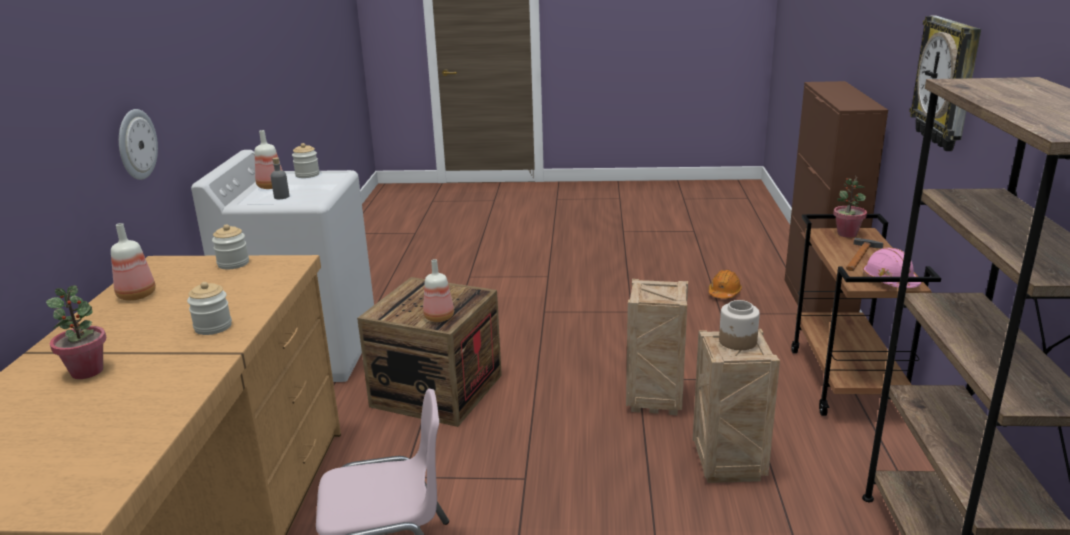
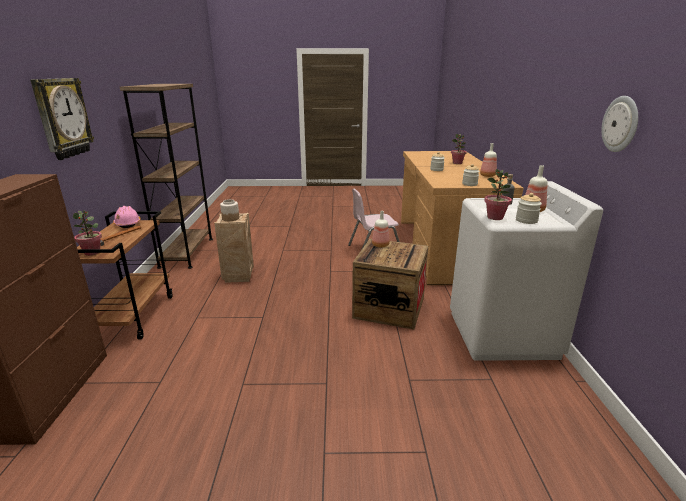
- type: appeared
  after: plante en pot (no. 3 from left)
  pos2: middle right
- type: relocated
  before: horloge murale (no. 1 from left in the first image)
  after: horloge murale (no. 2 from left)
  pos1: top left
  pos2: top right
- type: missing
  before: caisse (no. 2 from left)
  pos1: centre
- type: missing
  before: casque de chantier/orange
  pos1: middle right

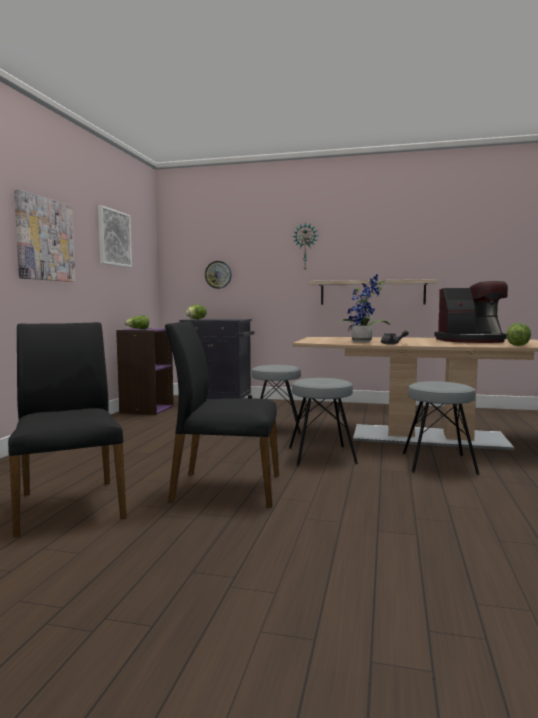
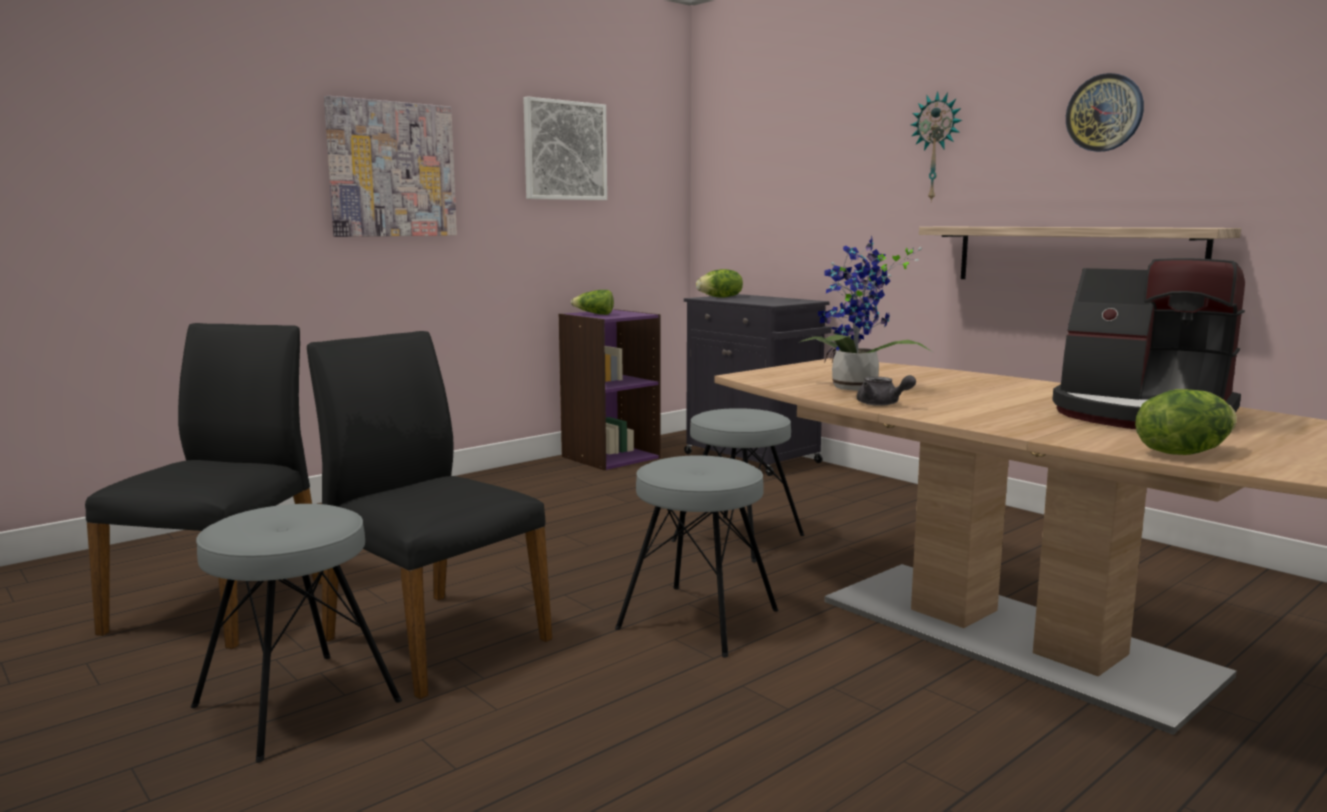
- type: relocated
  before: tabouret/gris (no. 3 from left in the first image)
  after: tabouret/gris (no. 1 from left)
  pos1: middle right
  pos2: bottom left
- type: relocated
  before: horloge murale (no. 1 from left in the first image)
  after: horloge murale (no. 2 from left)
  pos1: centre
  pos2: top right

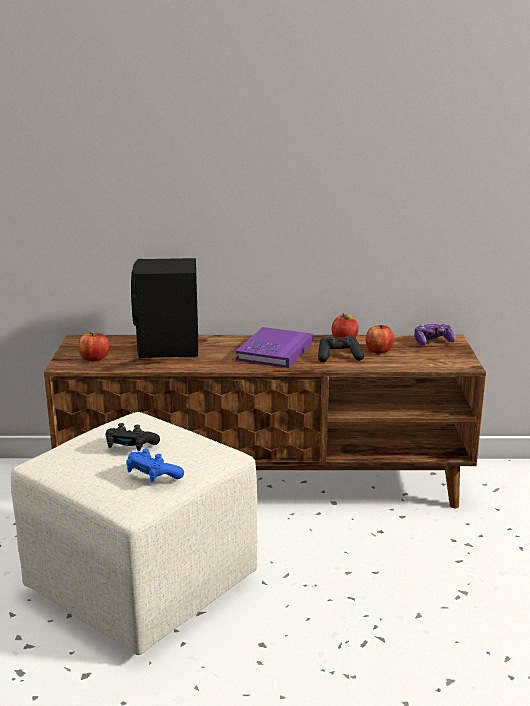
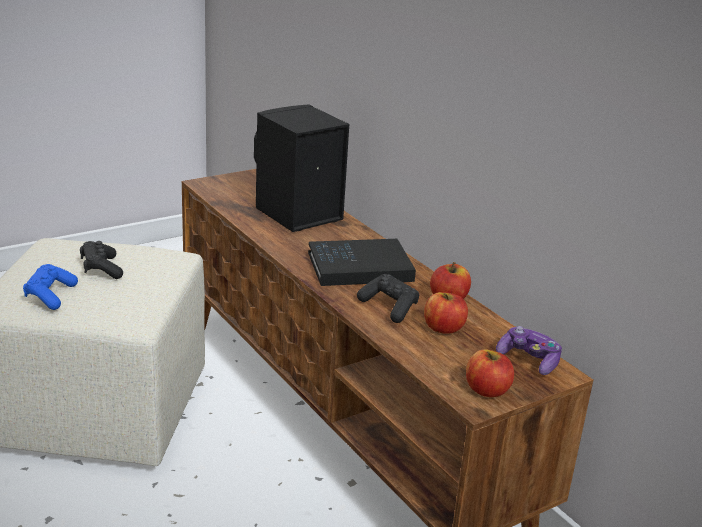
- type: colour
  before: livre/violet
  after: livre/noir
  pos1: centre
  pos2: centre
- type: relocated
  before: pomme (no. 1 from left in the first image)
  after: pomme (no. 3 from left)
  pos1: middle left
  pos2: bottom right

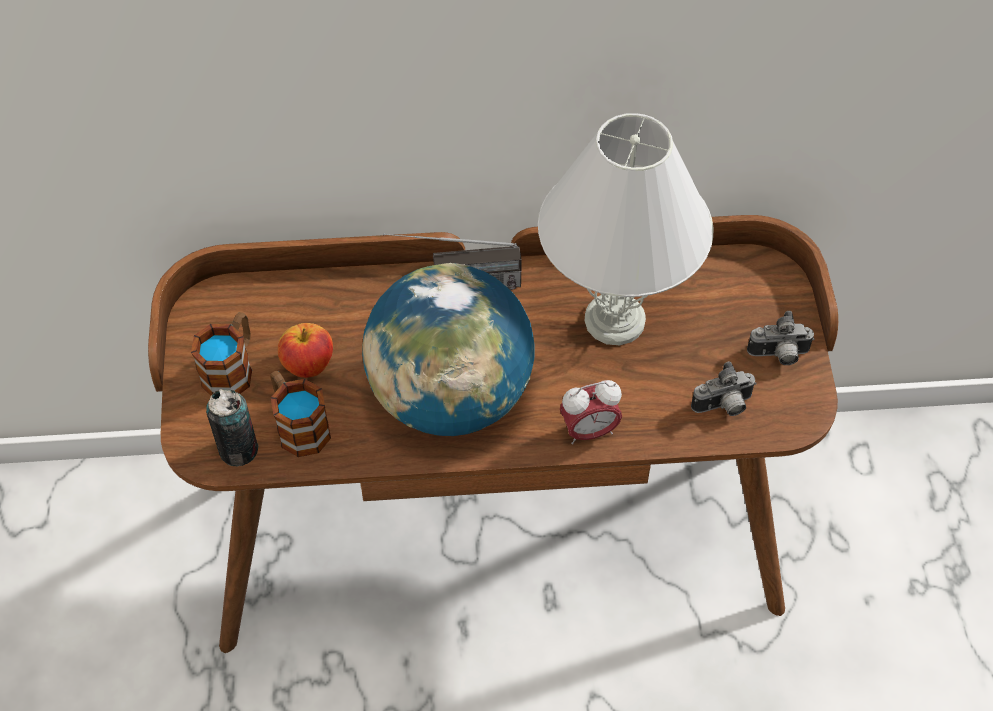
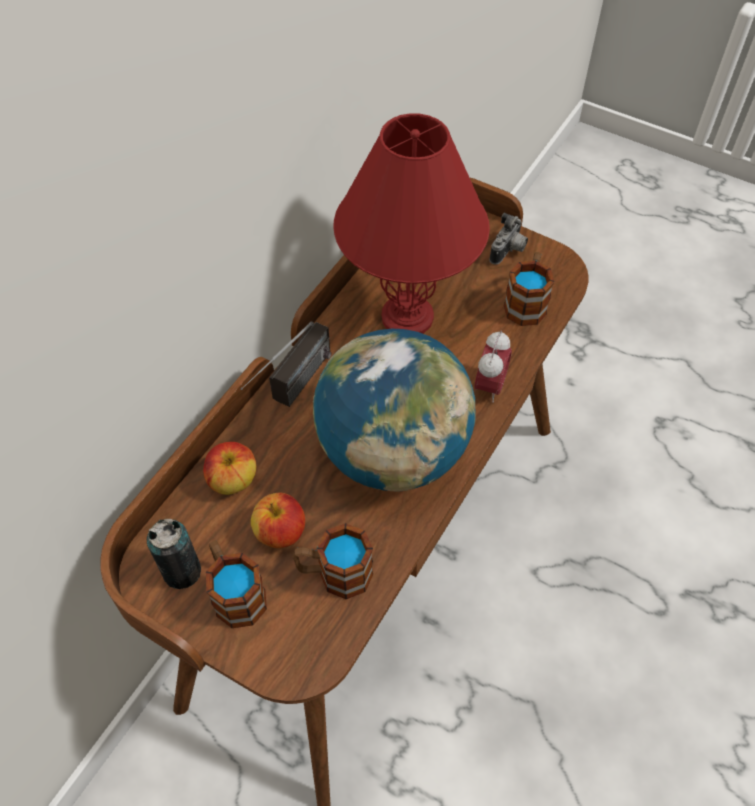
- type: relocated
  before: boîte métallique
  pos1: middle left
  pos2: bottom left
- type: appeared
  after: pomme (no. 1 from left)
  pos2: middle left
- type: colour
  before: lampe de table/blanc
  after: lampe de table/rouge
  pos1: top centre
  pos2: top centre
- type: exchanged
  before: appareil photo (no. 1 from left)
  after: mug (no. 3 from left)
  pos1: middle right
  pos2: middle right

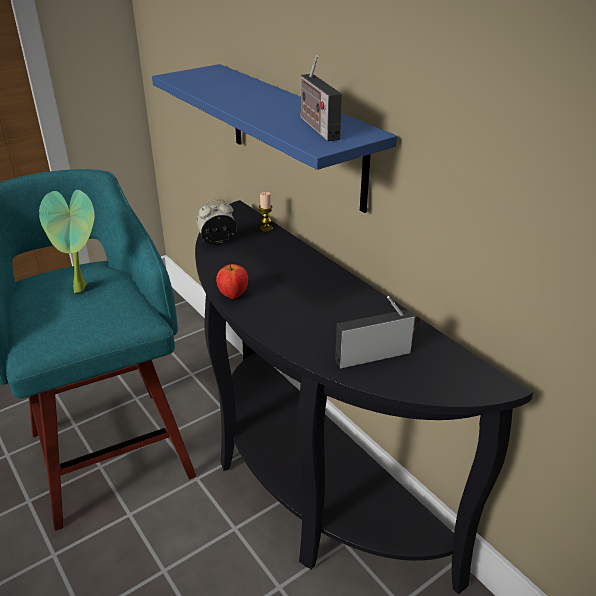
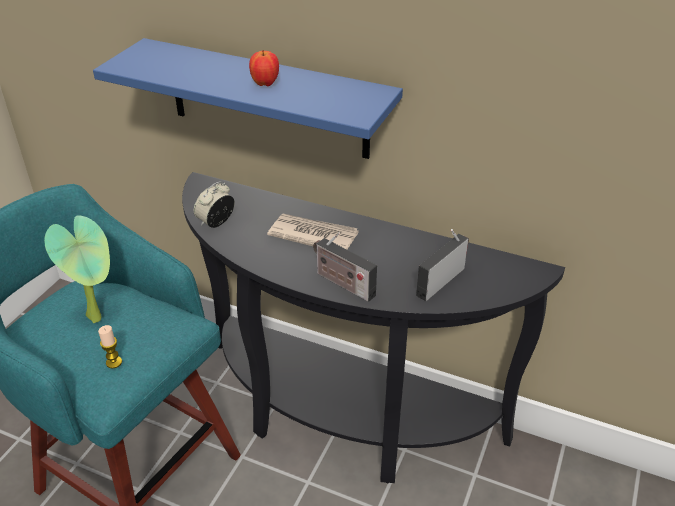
- type: relocated
  before: bougie
  pos1: centre
  pos2: bottom left
- type: relocated
  before: pomme
  pos1: centre
  pos2: top centre
- type: appeared
  after: journal
  pos2: centre
- type: relocated
  before: radio (no. 1 from left)
  pos1: top centre
  pos2: centre

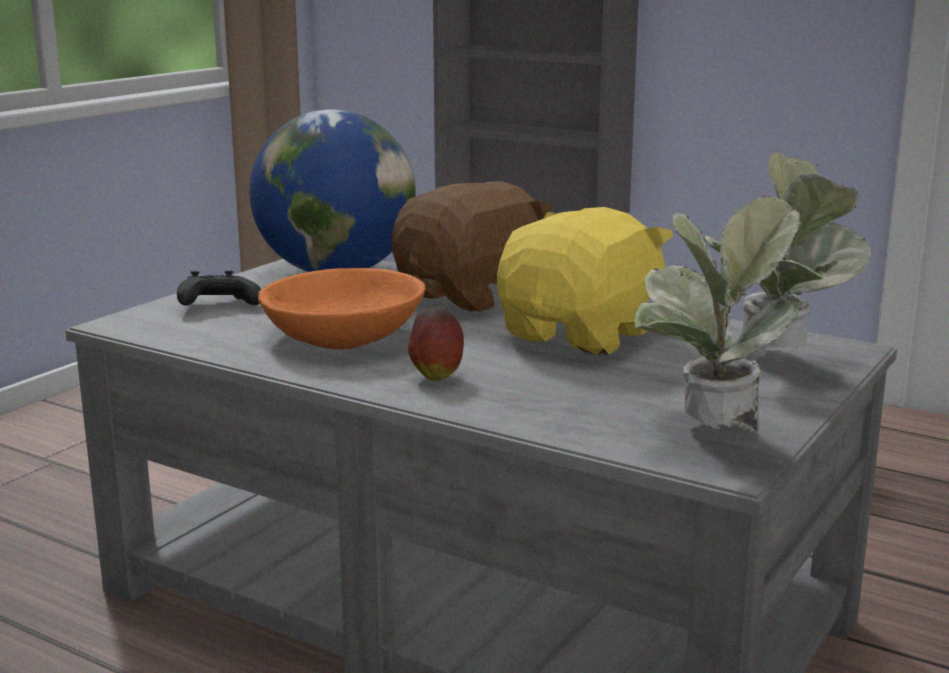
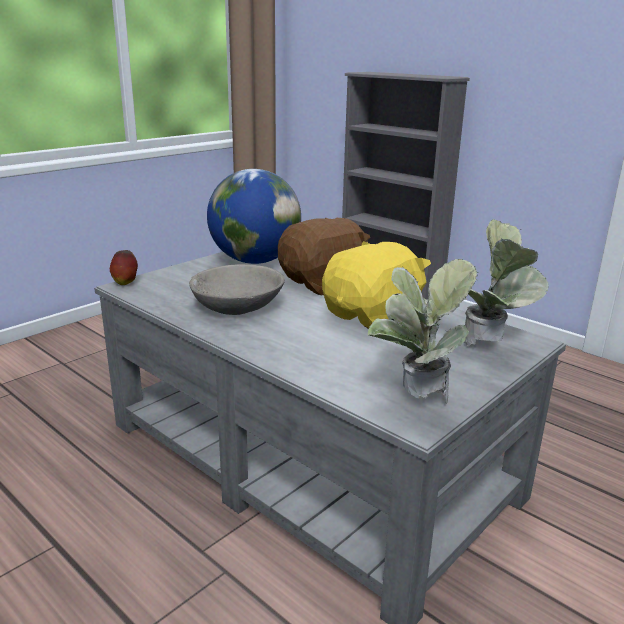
- type: relocated
  before: pomme
  pos1: centre
  pos2: middle left
- type: colour
  before: bol/orange
  after: bol/gris
  pos1: centre
  pos2: centre
- type: missing
  before: manette/noir
  pos1: middle left

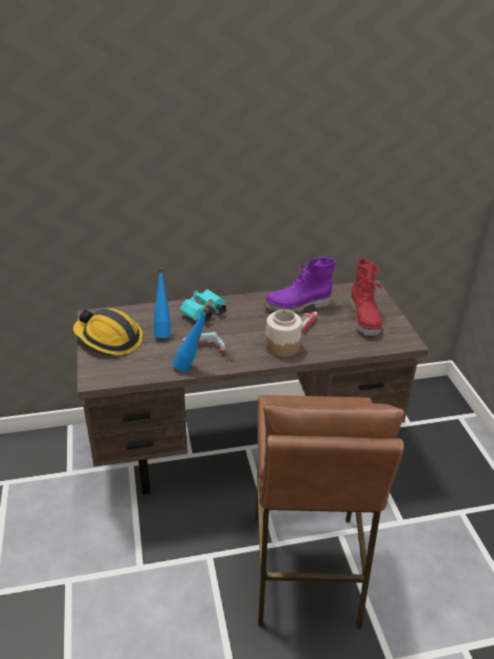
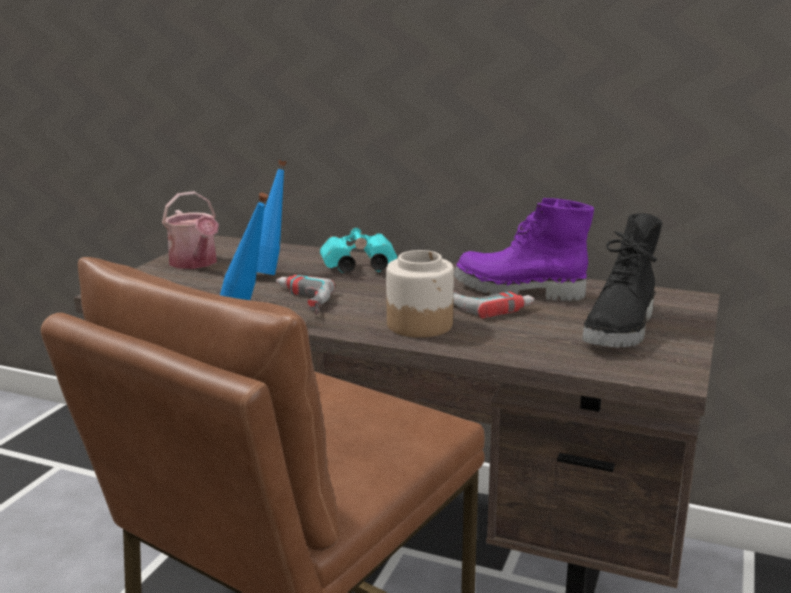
- type: exchanged
  before: casque de chantier
  after: arrosoir
  pos1: middle left
  pos2: middle left
- type: colour
  before: botte/rouge
  after: botte/noir
  pos1: middle right
  pos2: middle right

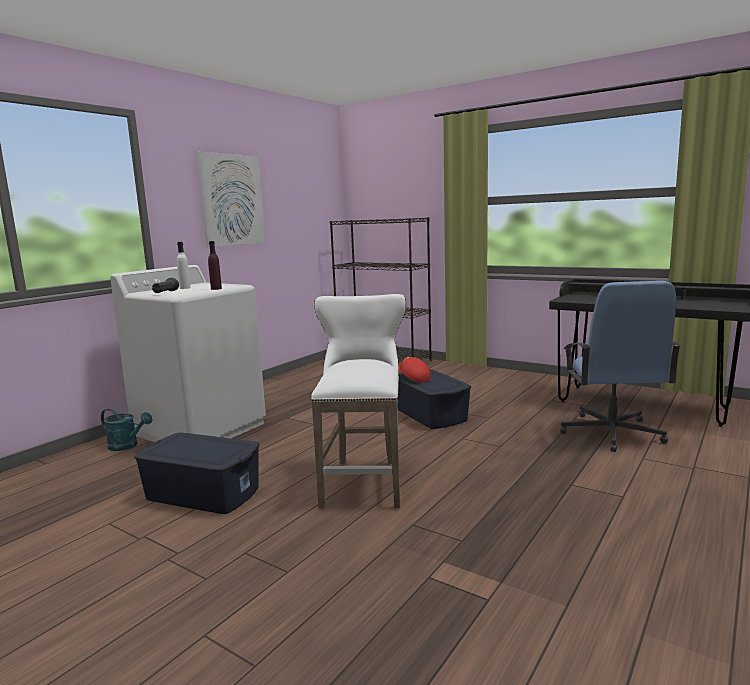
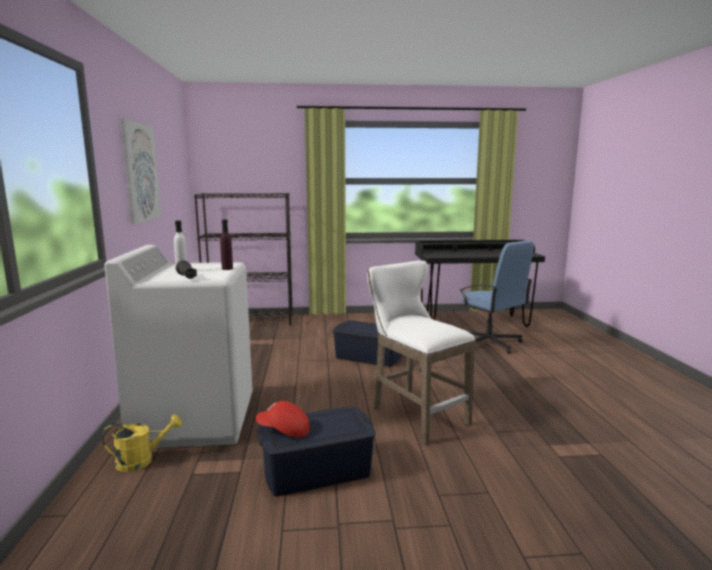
- type: colour
  before: arrosoir/turquoise
  after: arrosoir/jaune
  pos1: middle left
  pos2: bottom left
- type: relocated
  before: casquette/rouge
  pos1: centre
  pos2: bottom centre

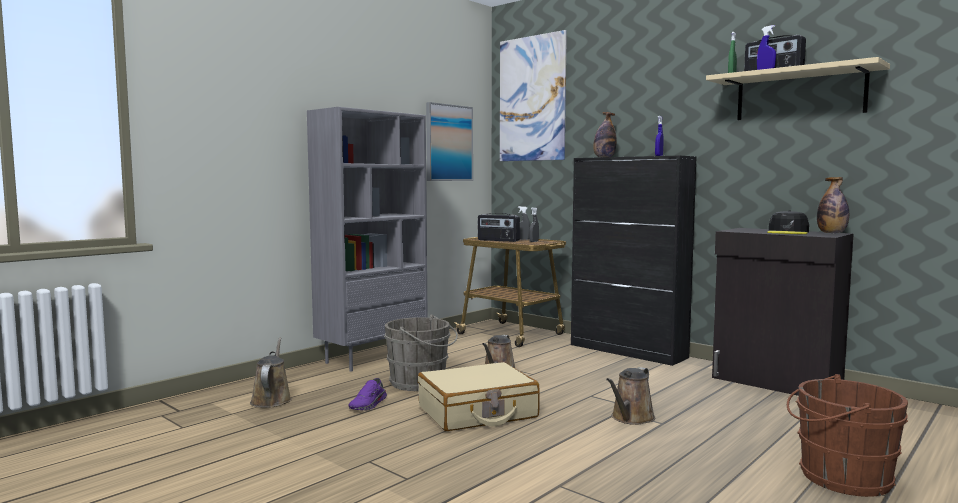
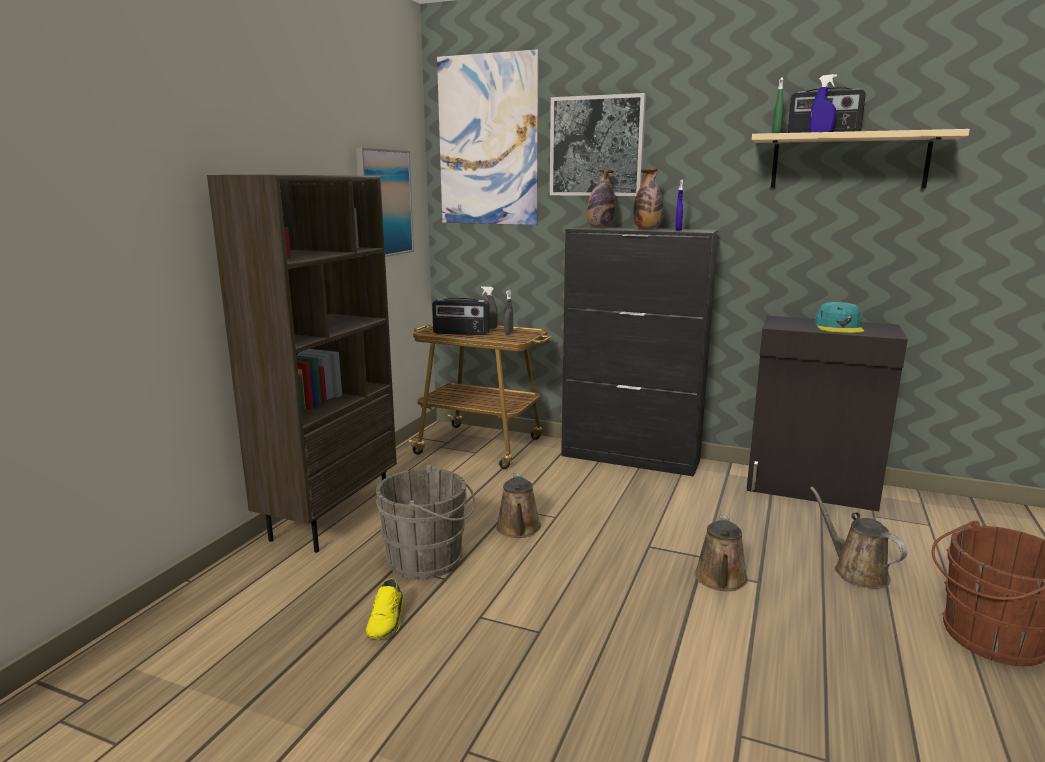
- type: colour
  before: bibliothèque/gris
  after: bibliothèque/marron
  pos1: centre
  pos2: middle left
- type: colour
  before: chaussure/violet
  after: chaussure/jaune
  pos1: bottom centre
  pos2: bottom centre
- type: appeared
  after: tableau (no. 3 from left)
  pos2: top centre
- type: relocated
  before: bouteille (no. 2 from left)
  pos1: middle right
  pos2: top centre
- type: relocated
  before: arrosoir/marron (no. 1 from left in the first image)
  after: arrosoir/marron (no. 3 from left)
  pos1: bottom left
  pos2: bottom right
- type: colour
  before: casquette/noir
  after: casquette/turquoise
  pos1: middle right
  pos2: middle right
- type: missing
  before: valise/beige
  pos1: bottom centre

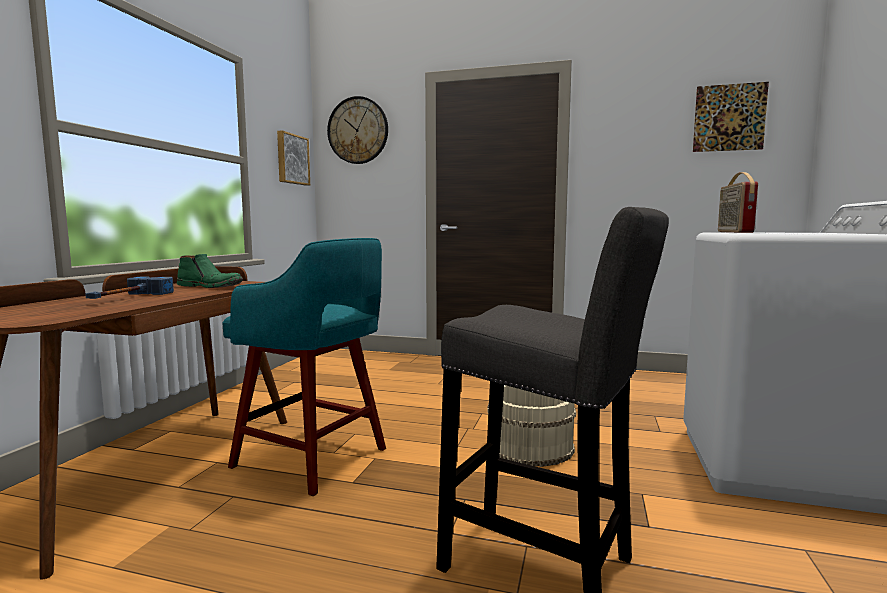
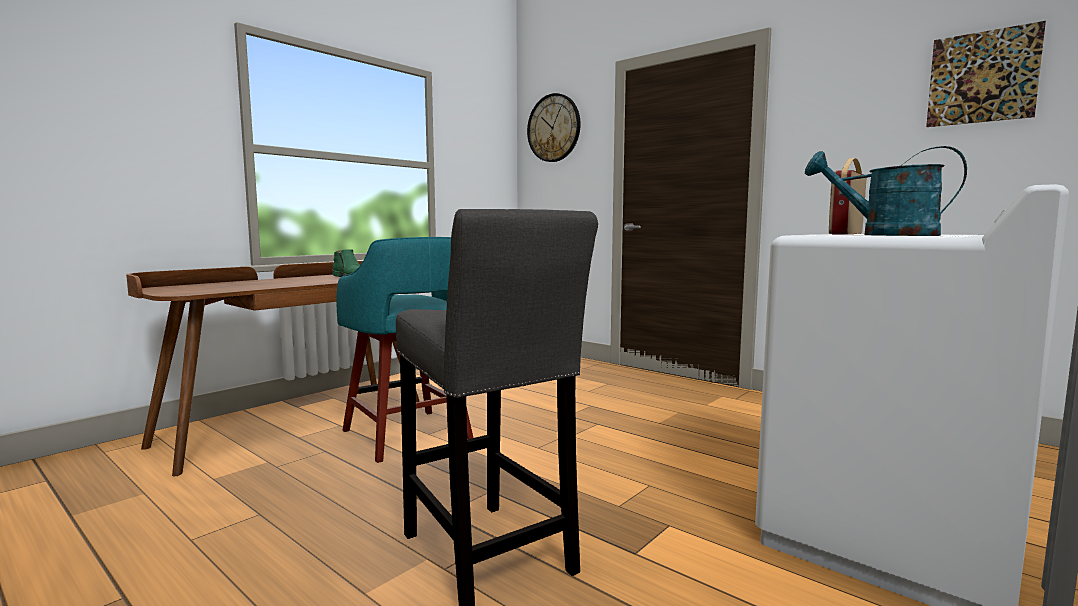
- type: appeared
  after: arrosoir/turquoise
  pos2: top right
- type: missing
  before: marteau
  pos1: middle left
- type: missing
  before: tableau (no. 1 from left)
  pos1: top left
- type: missing
  before: seau/beige
  pos1: bottom centre

